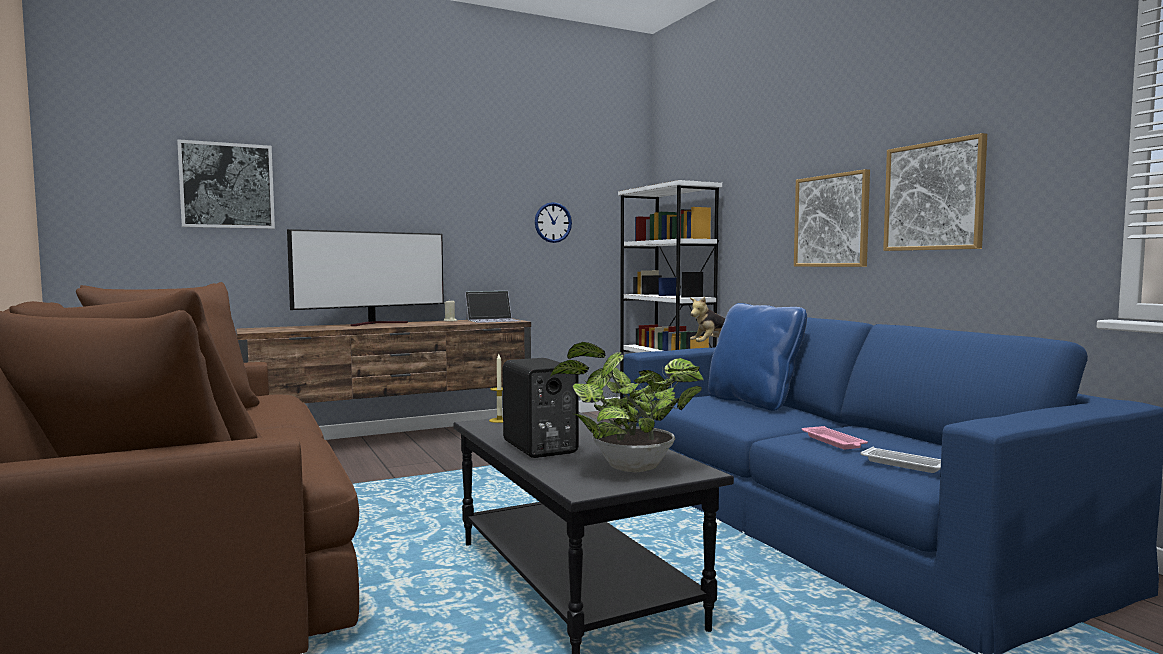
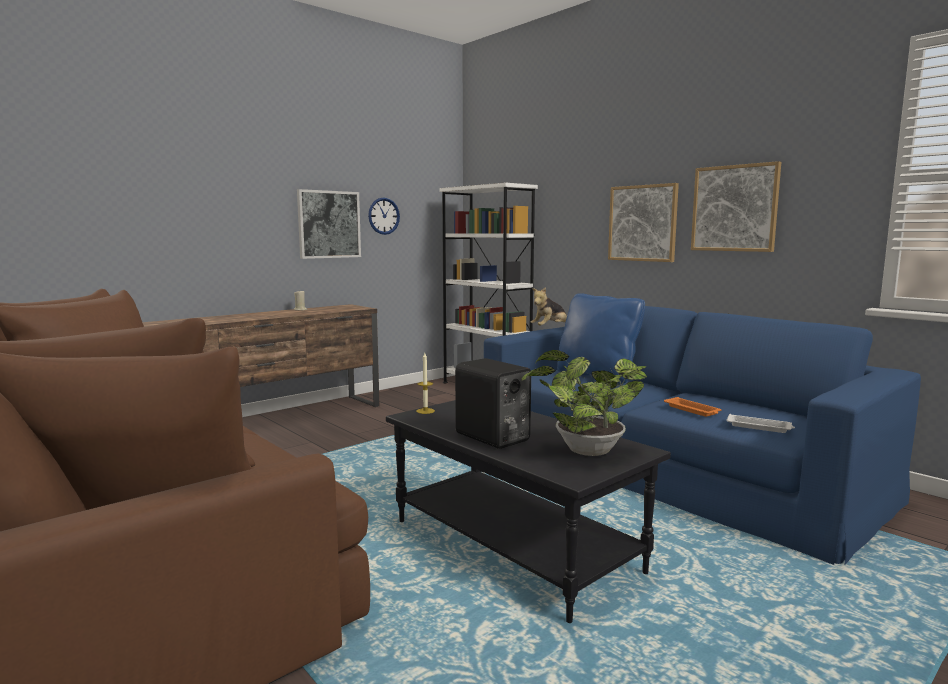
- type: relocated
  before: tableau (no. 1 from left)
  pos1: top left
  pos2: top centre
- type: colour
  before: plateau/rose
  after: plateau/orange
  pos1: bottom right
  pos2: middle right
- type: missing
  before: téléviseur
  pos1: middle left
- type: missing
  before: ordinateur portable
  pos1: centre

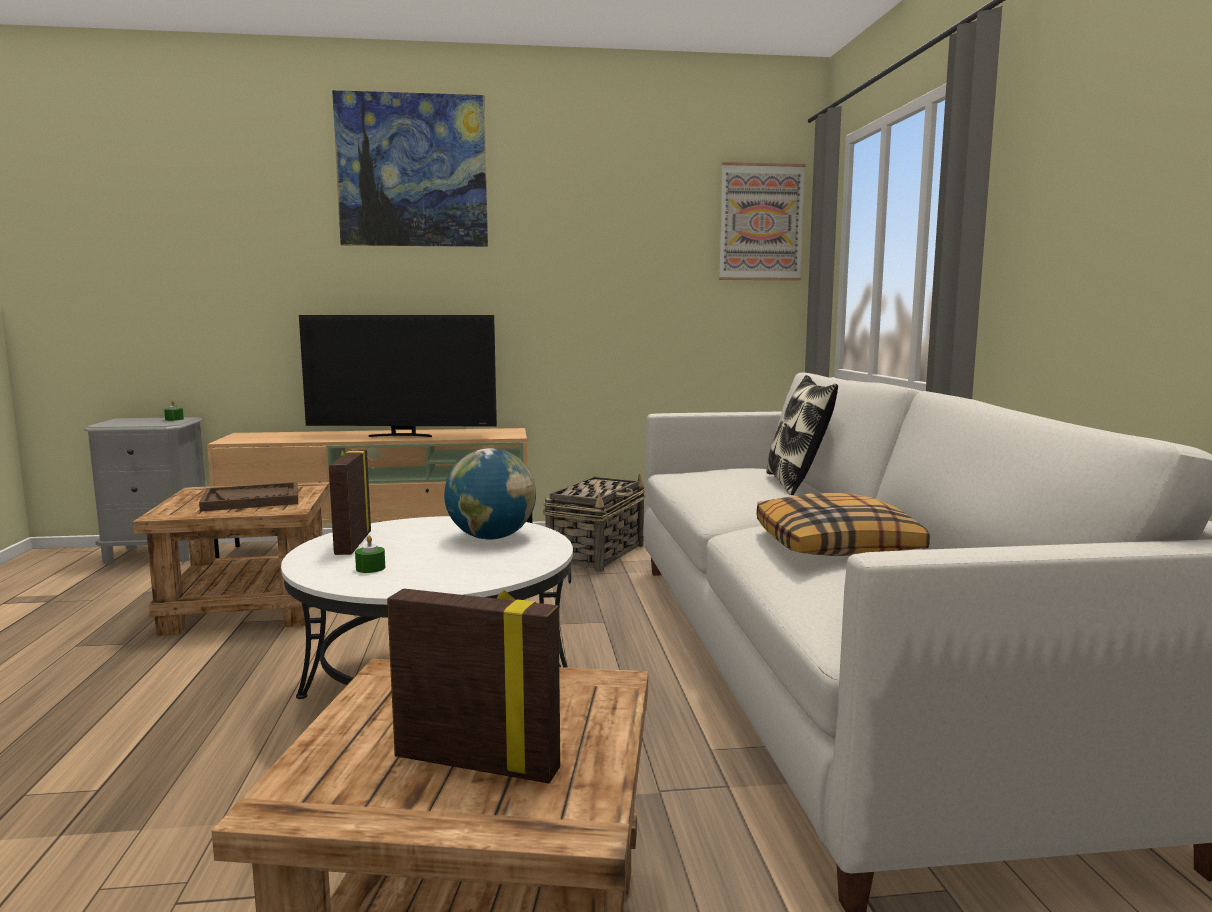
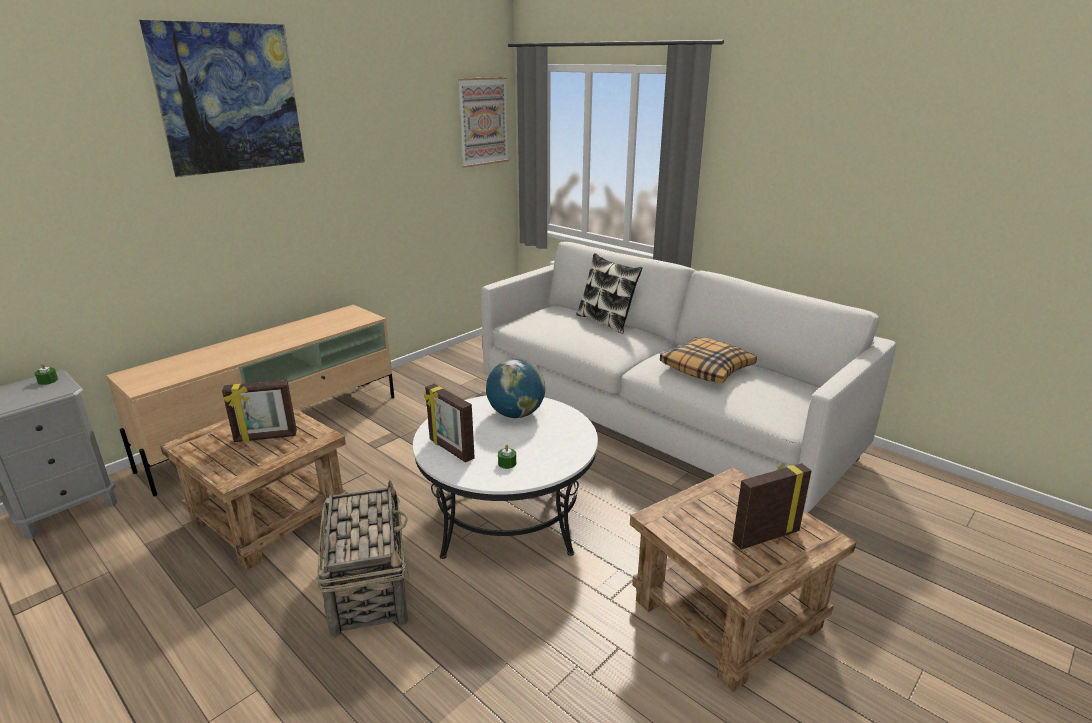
- type: exchanged
  before: plateau/marron
  after: cadre photo (no. 1 from left)
  pos1: middle left
  pos2: middle left
- type: relocated
  before: panier
  pos1: centre
  pos2: bottom left
- type: missing
  before: téléviseur
  pos1: middle left

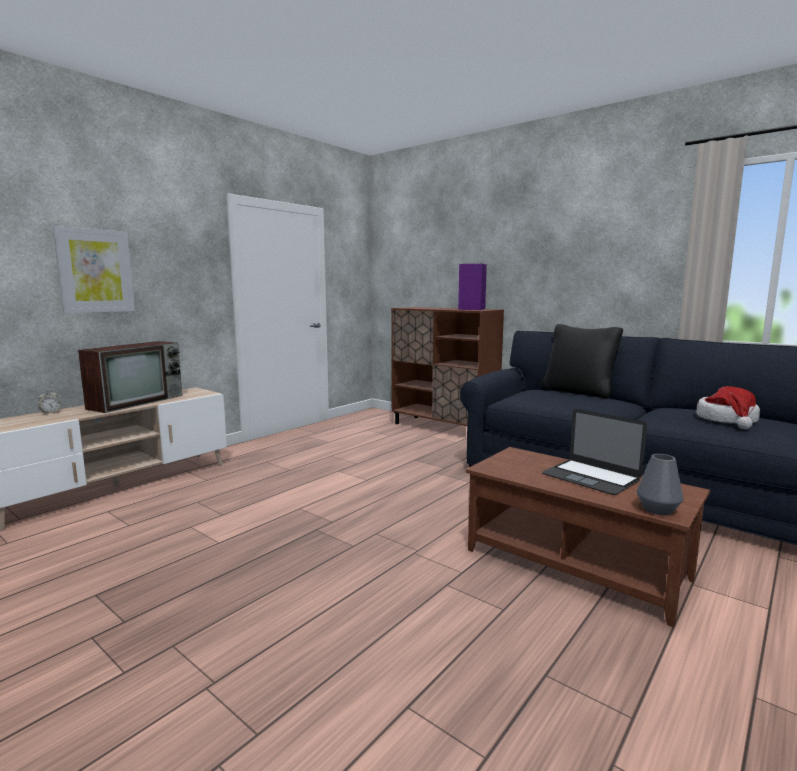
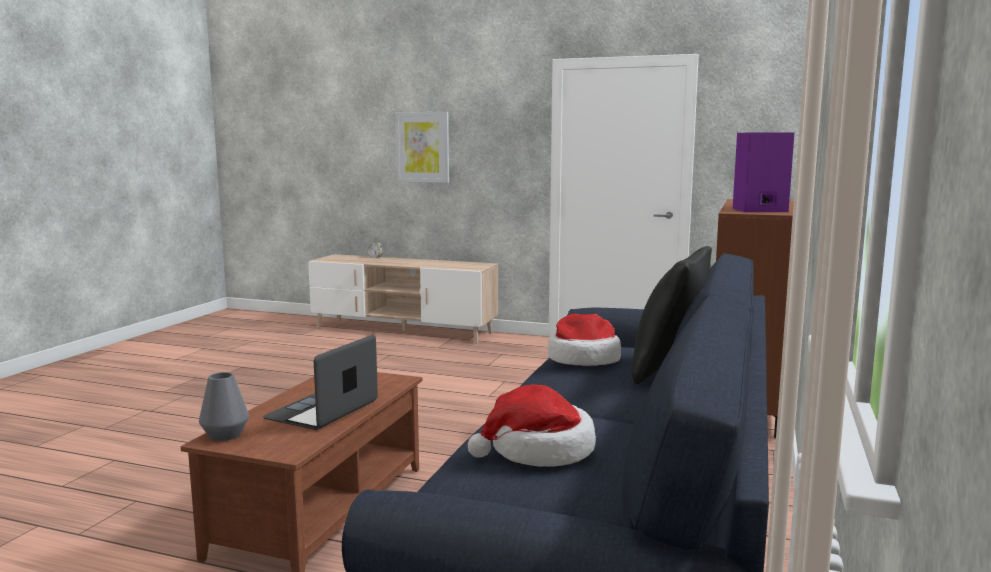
- type: appeared
  after: chapeau (no. 2 from left)
  pos2: centre
- type: missing
  before: téléviseur
  pos1: middle left

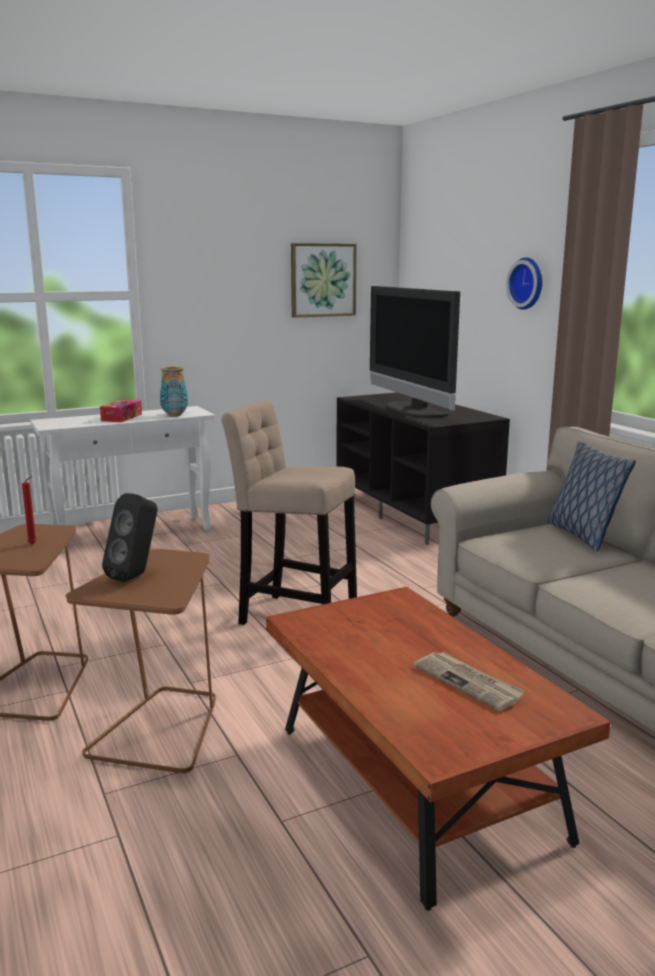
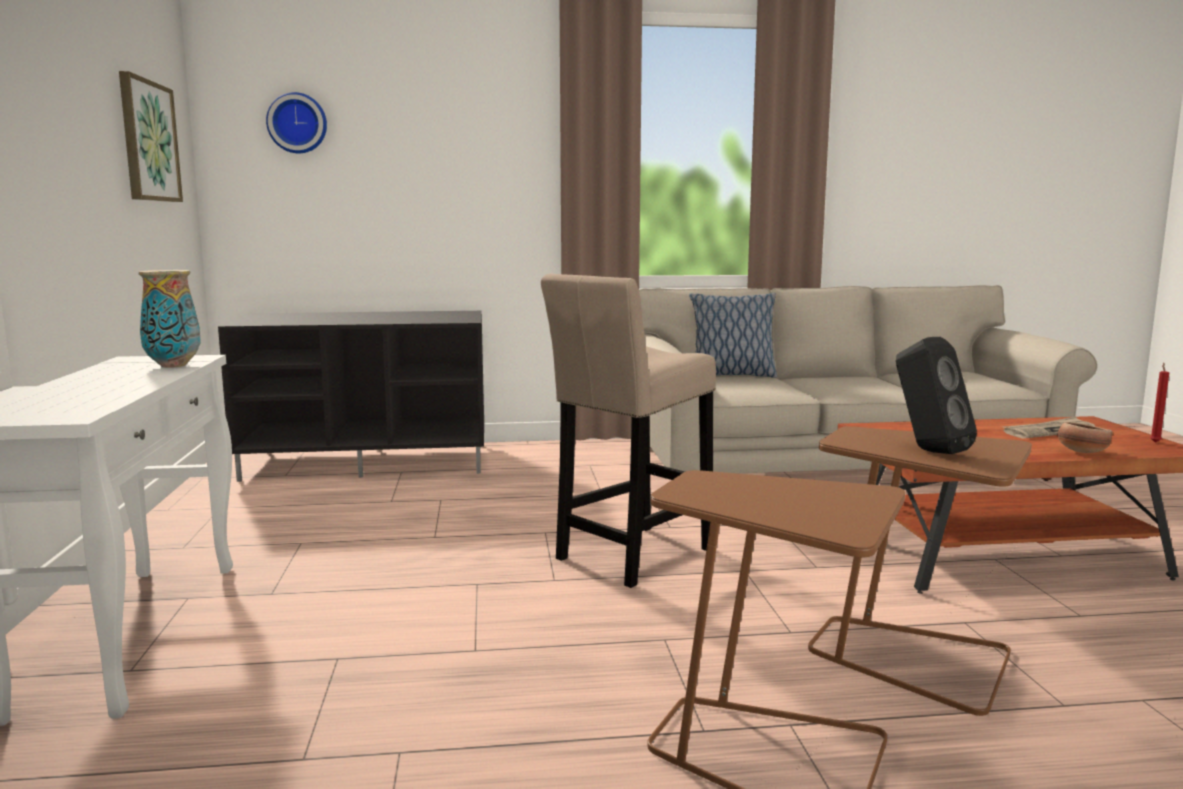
- type: relocated
  before: horloge murale
  pos1: top right
  pos2: top left
- type: appeared
  after: bol
  pos2: middle right
- type: relocated
  before: bougie/rouge
  pos1: middle left
  pos2: middle right
- type: missing
  before: boîte à mouchoirs
  pos1: middle left
- type: missing
  before: téléviseur
  pos1: centre

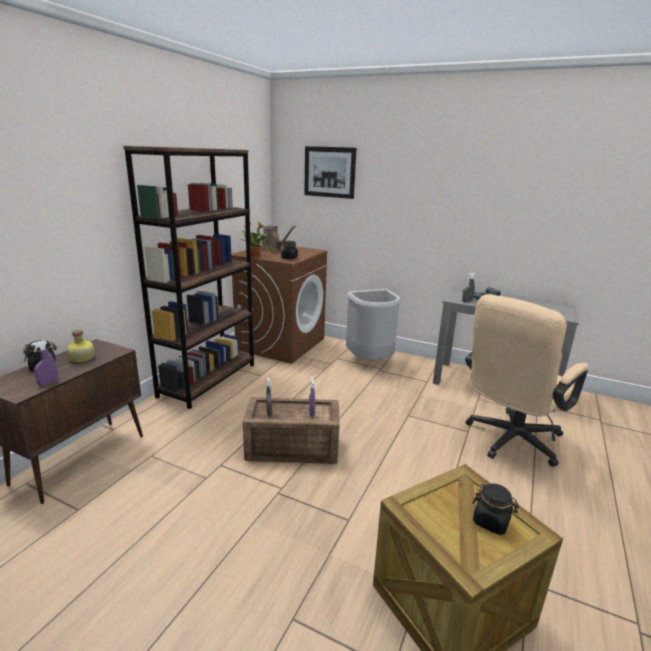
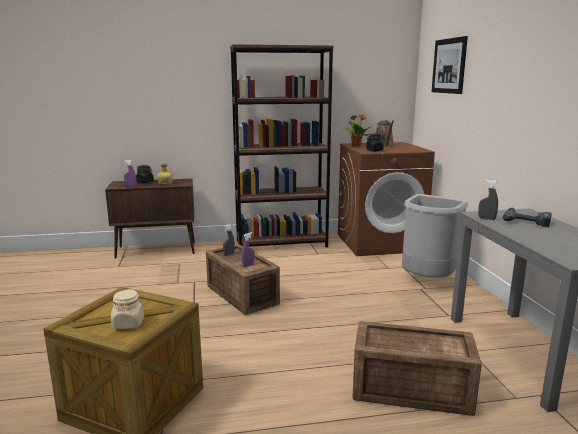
- type: colour
  before: bocal/noir (no. 3 from left)
  after: bocal/beige
  pos1: bottom right
  pos2: bottom left
- type: exchanged
  before: chaise de bureau/beige
  after: caisse (no. 3 from left)
  pos1: middle right
  pos2: bottom right

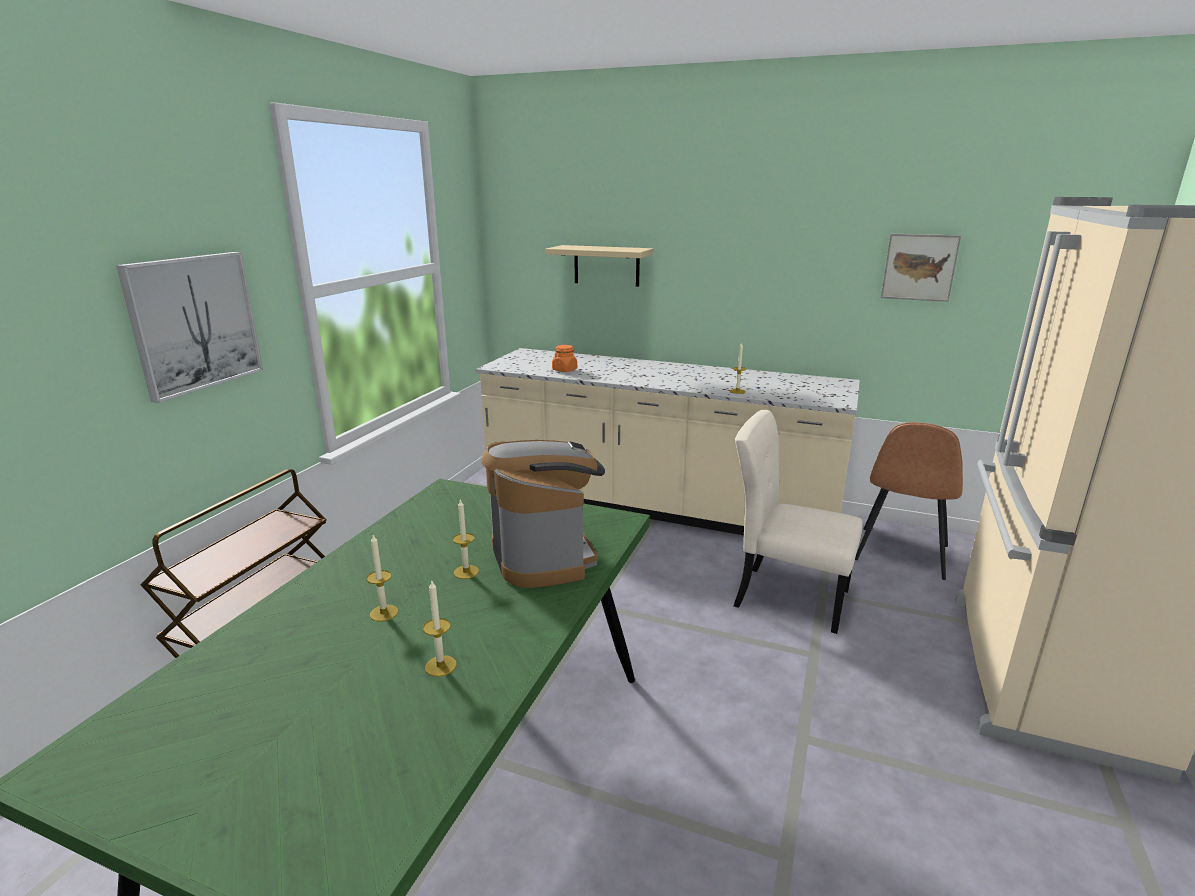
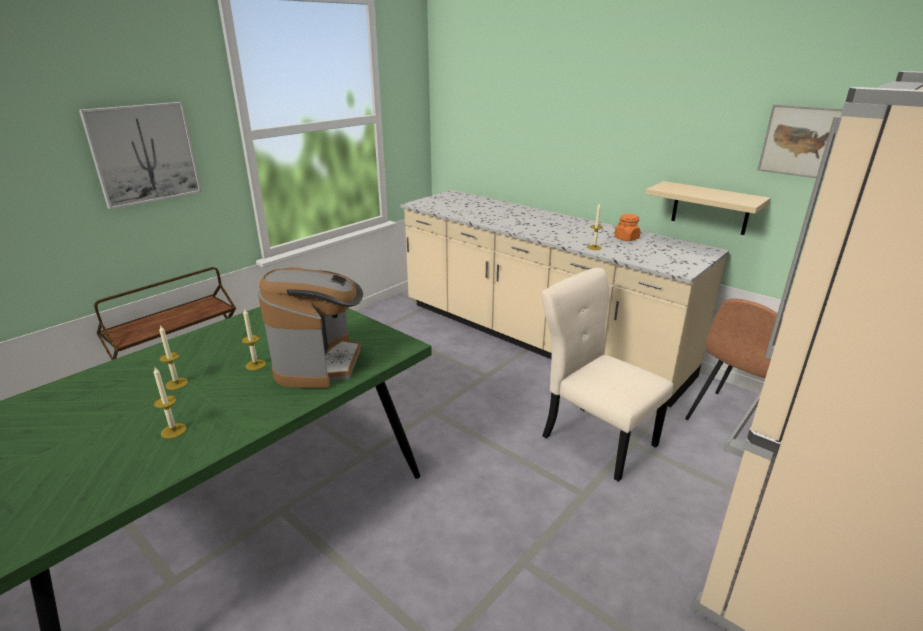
- type: relocated
  before: bocal/orange
  pos1: centre
  pos2: middle right
- type: relocated
  before: étagère/beige
  pos1: top centre
  pos2: top right

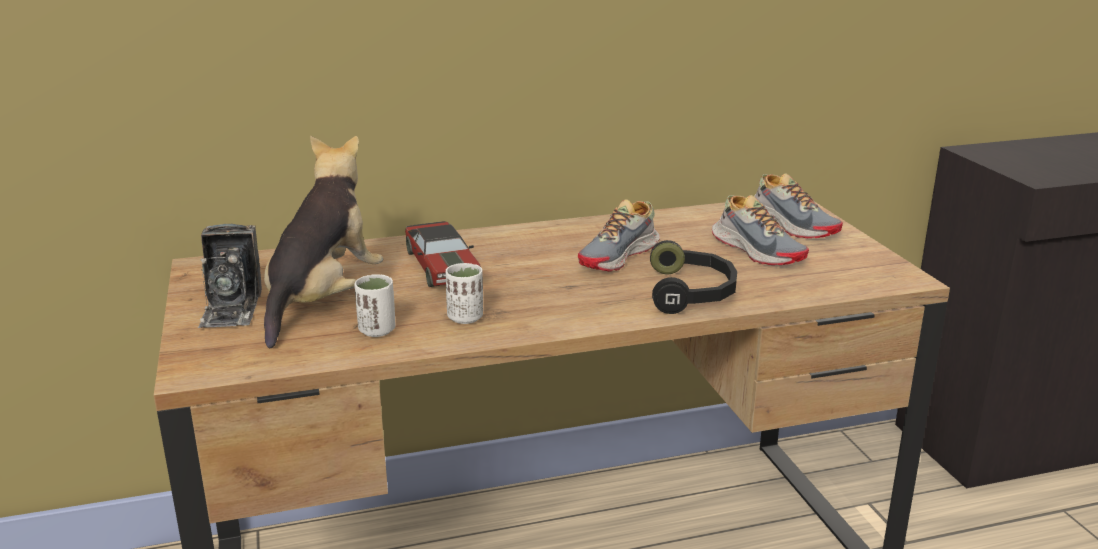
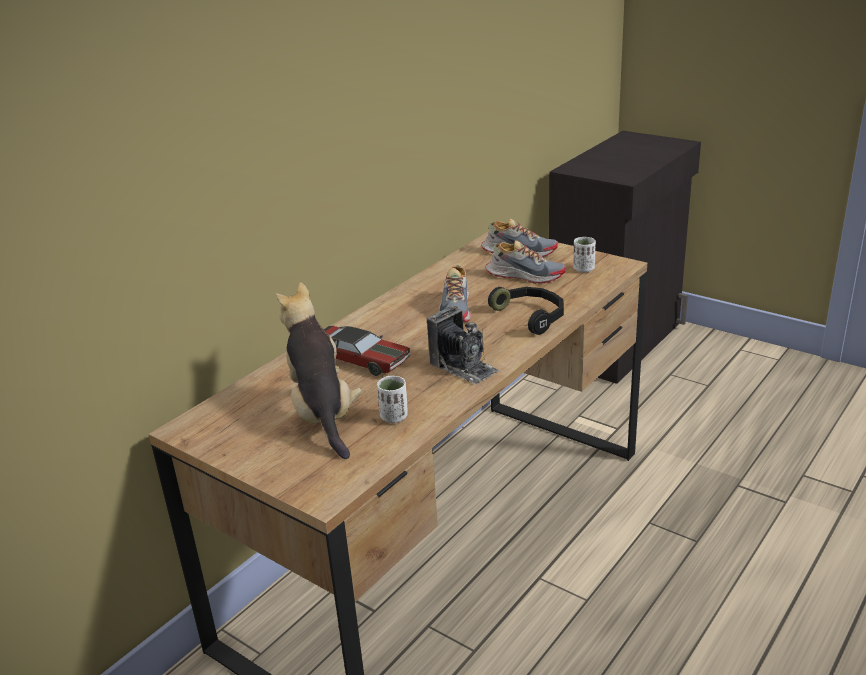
- type: relocated
  before: appareil photo
  pos1: middle left
  pos2: centre
- type: relocated
  before: tasse/blanc (no. 2 from left)
  pos1: centre
  pos2: middle right

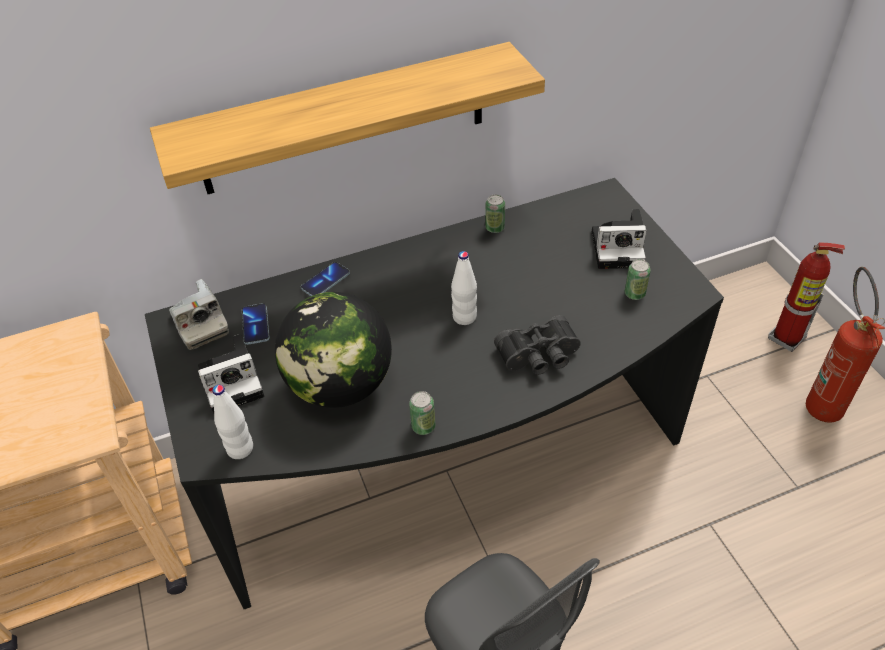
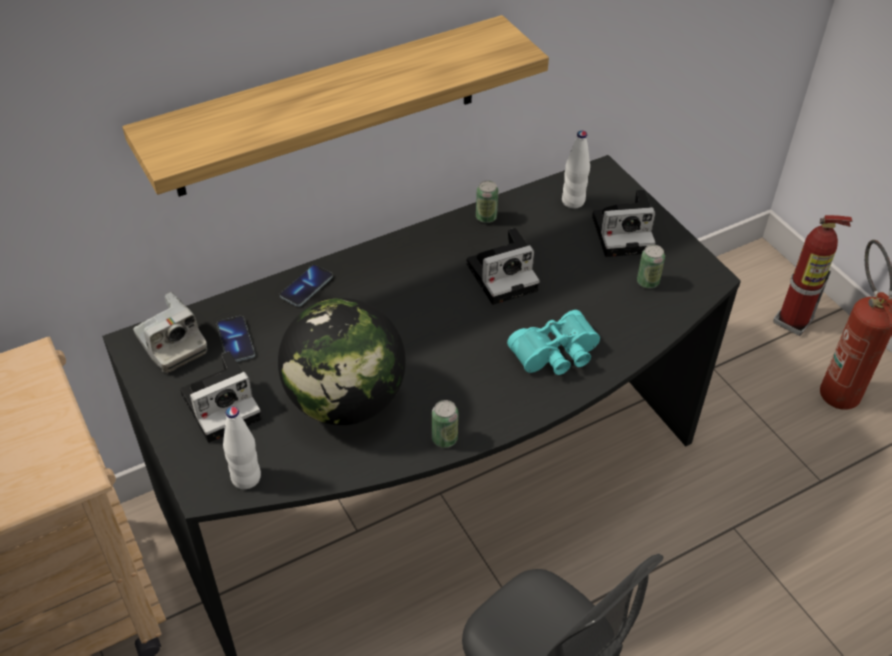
- type: appeared
  after: appareil photo (no. 3 from left)
  pos2: centre
- type: colour
  before: jumelles/noir
  after: jumelles/turquoise
  pos1: centre
  pos2: centre
- type: relocated
  before: bouteille/blanc (no. 2 from left)
  pos1: centre
  pos2: top centre

